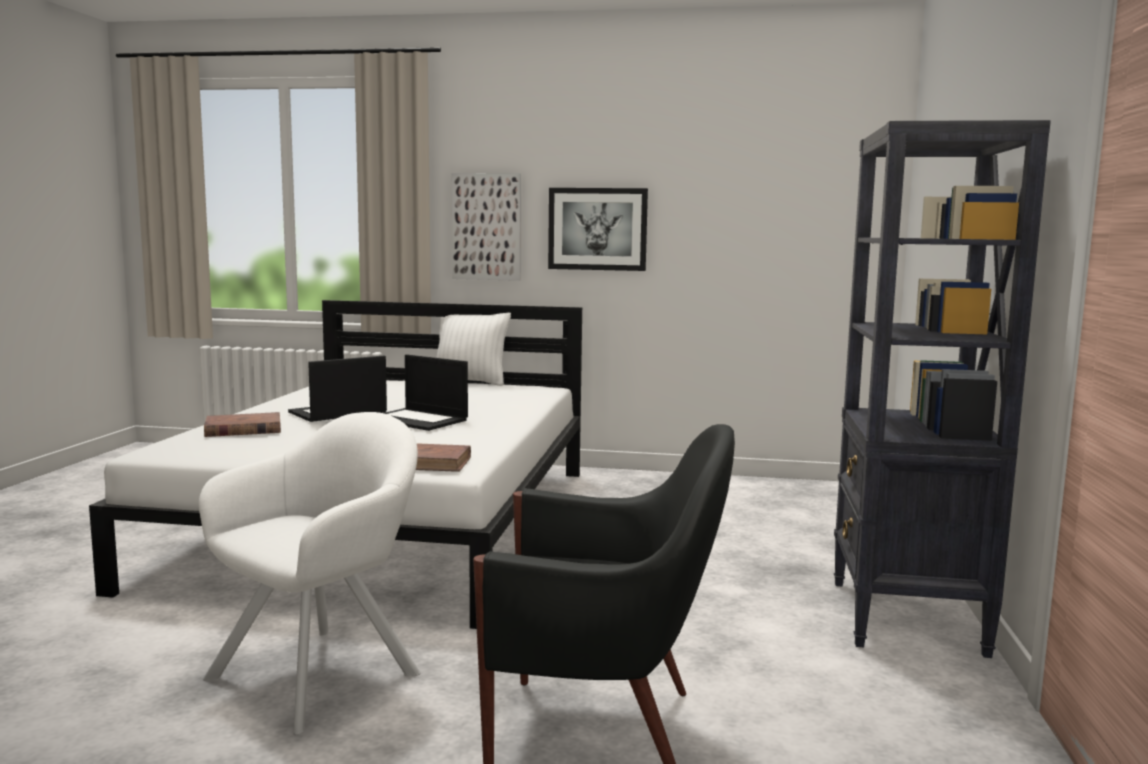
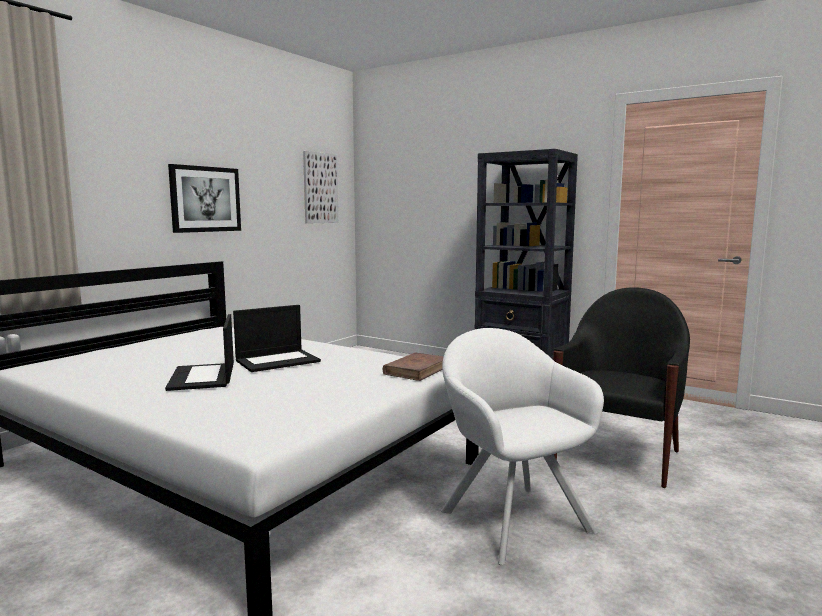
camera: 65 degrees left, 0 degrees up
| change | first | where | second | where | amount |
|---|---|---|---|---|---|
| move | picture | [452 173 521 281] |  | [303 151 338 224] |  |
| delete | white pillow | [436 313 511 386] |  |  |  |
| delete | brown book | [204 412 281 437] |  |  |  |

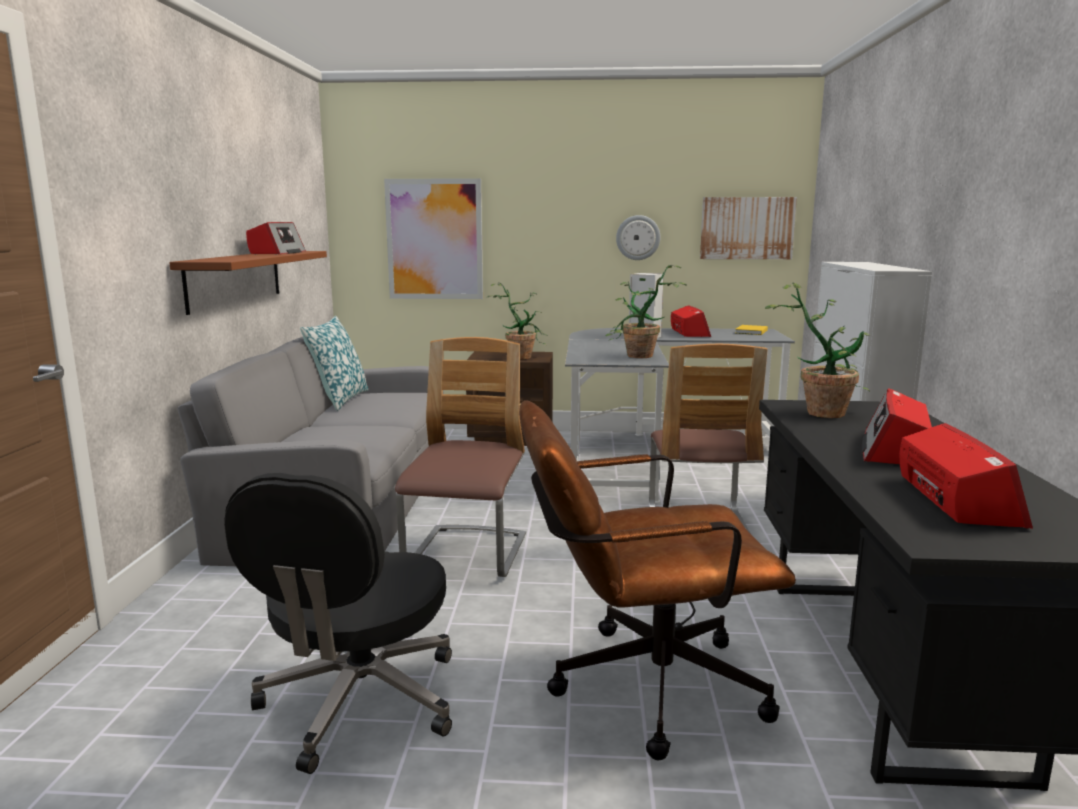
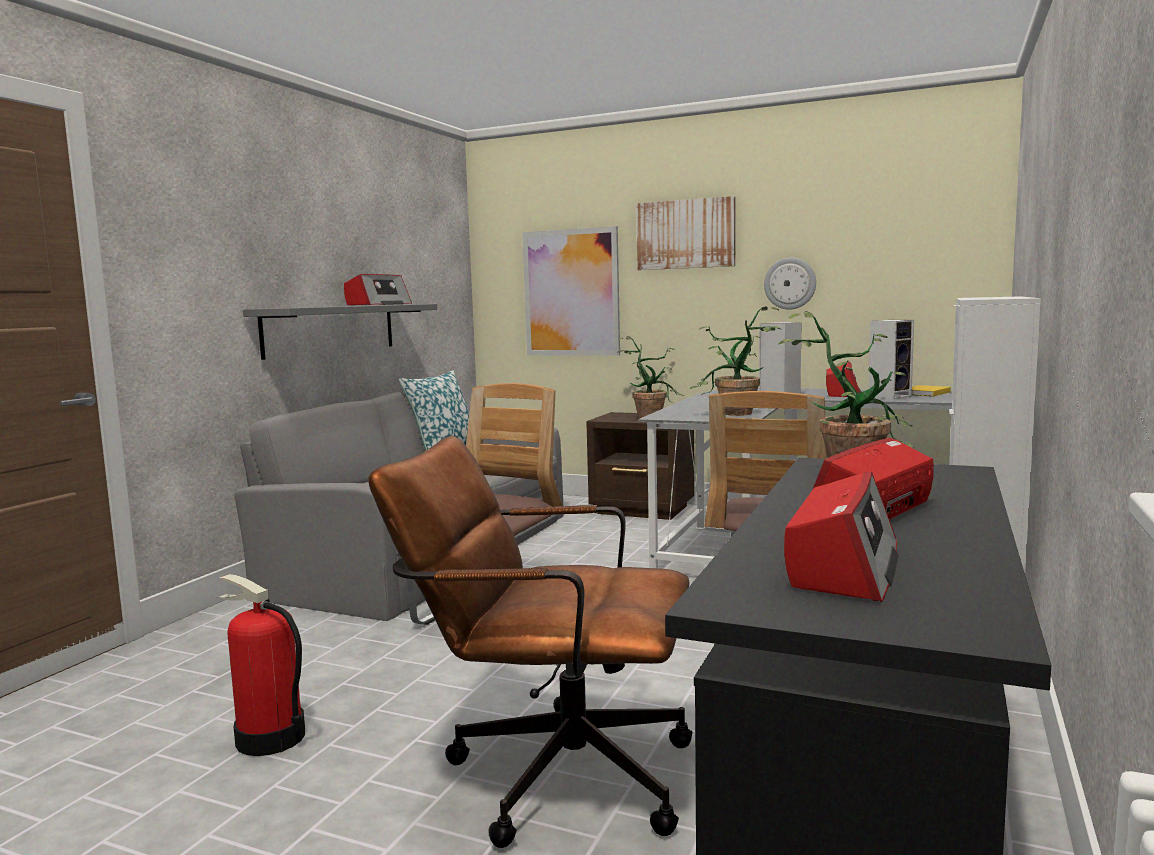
camera: 20 degrees right, 5 degrees down
| change | first | where | second | where | amount |
|---|---|---|---|---|---|
| move | picture | [700 197 797 259] |  | [636 196 735 270] |  |
| recolor | brown shelf | [169 251 327 315] | grey shelf | [243 304 437 360] |  |
| replace | black office chair | [224 473 452 774] | fire extinguisher | [218 574 305 756] |  |
| insert |  |  | speaker | [868 320 914 399] |  |

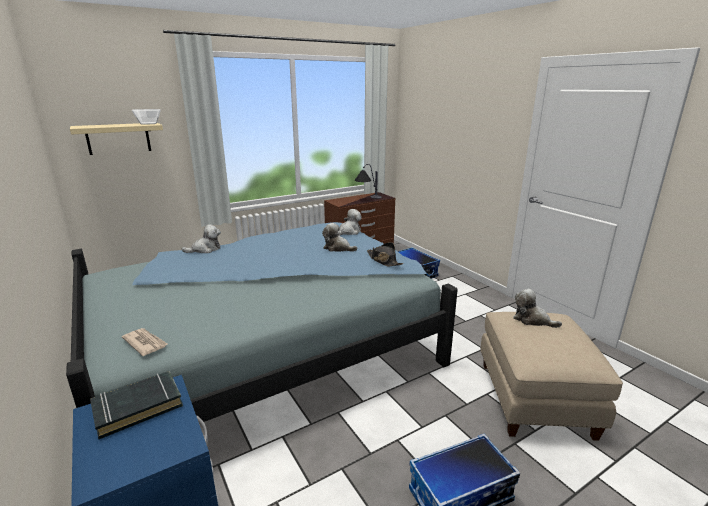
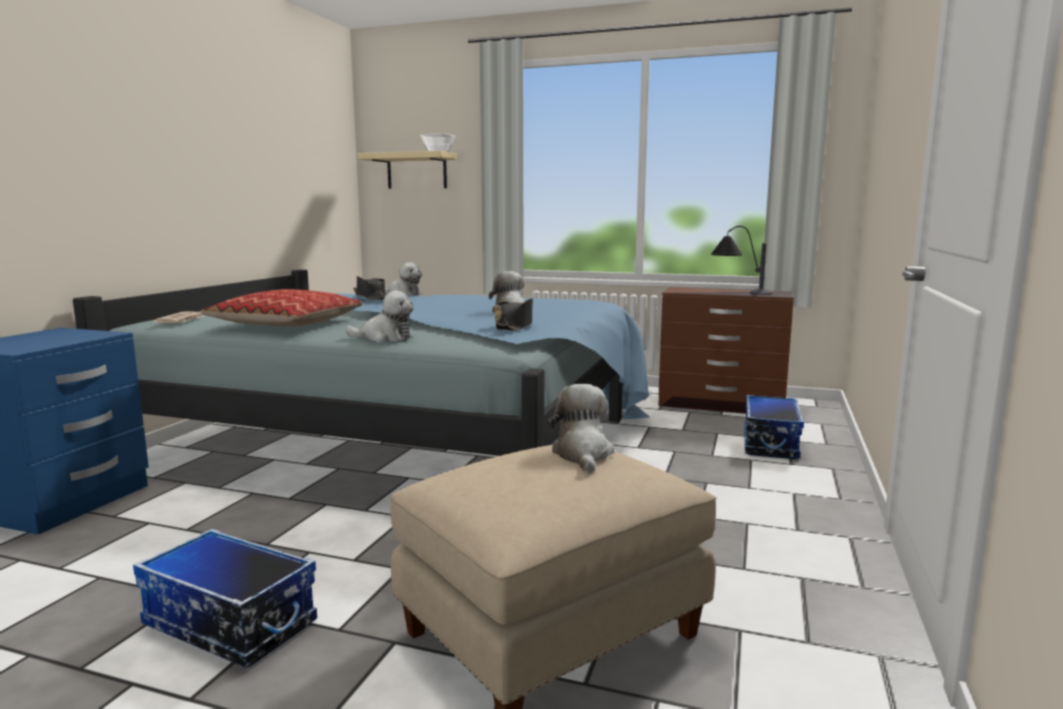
camera: 50 degrees right, 10 degrees down
| change | first | where | second | where | amount |
|---|---|---|---|---|---|
| move | plush toy | [338 209 362 235] |  | [345 291 414 342] |  |
| delete | black book | [90 371 183 439] |  |  |  |
| insert |  |  | black hat | [353 276 386 300] |  |
| insert |  |  | pillow | [201 289 363 327] |  |

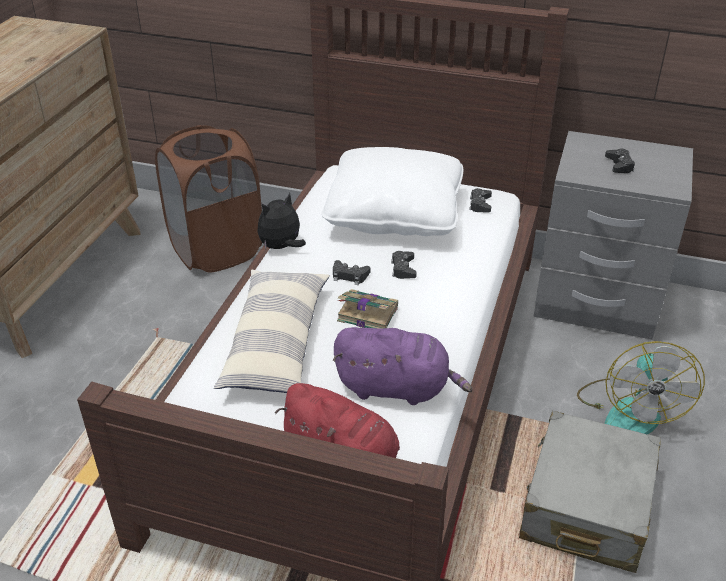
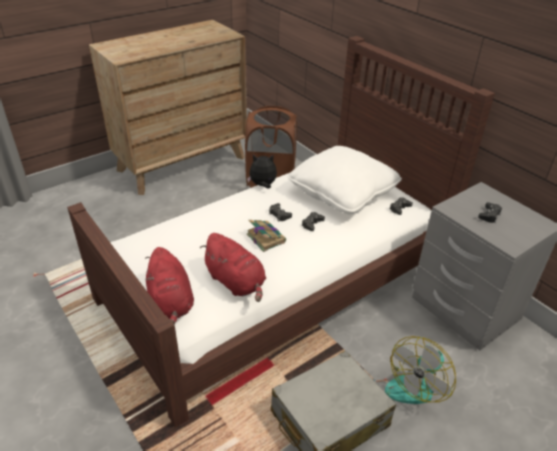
camera: 35 degrees right, 0 degrees up
| change | first | where | second | where | amount |
|---|---|---|---|---|---|
| delete | pillow | [214 270 330 393] |  |  |  |
| recolor | purple plush toy | [333 327 472 405] | red plush toy | [200 233 266 302] |  |

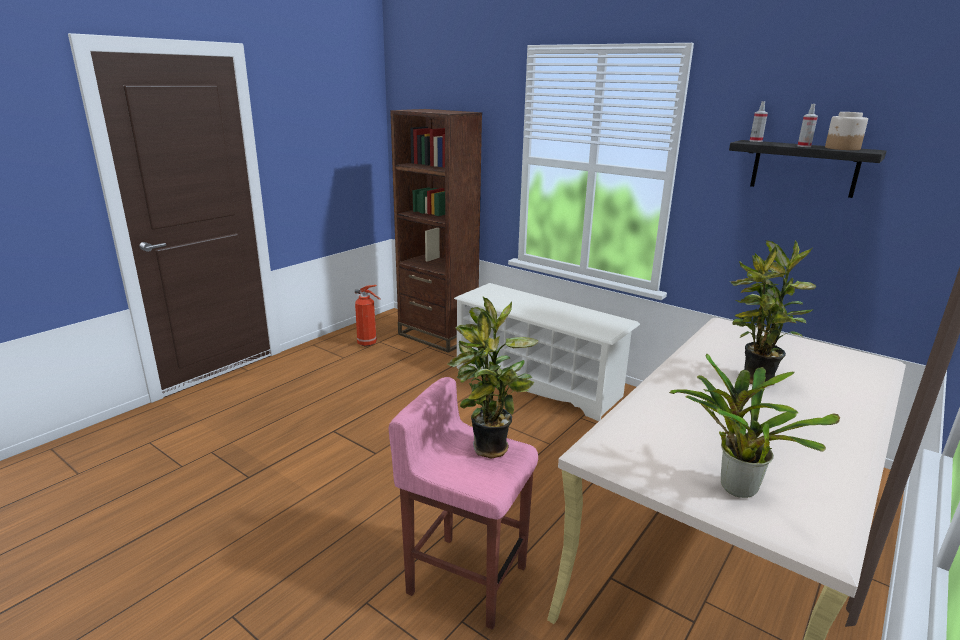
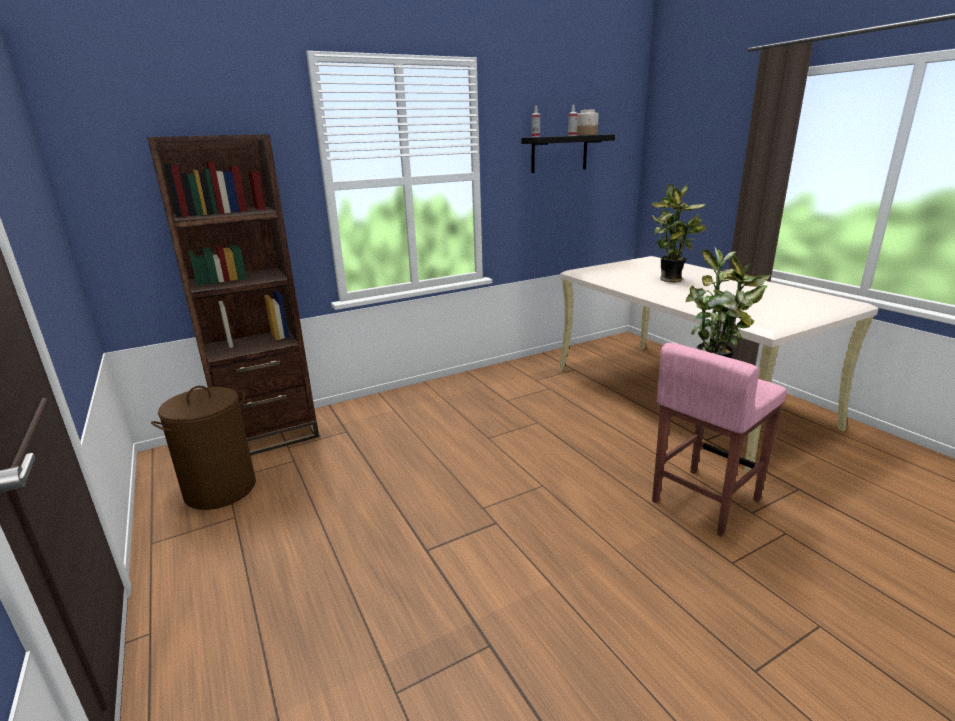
camera: 65 degrees left, 0 degrees up
| change | first | where | second | where | amount |
|---|---|---|---|---|---|
| delete | white shoe rack | [454 283 640 421] |  |  |  |
| replace | fire extinguisher | [355 285 381 346] | brown laundry basket | [151 386 256 510] |  |
| delete | potted plant | [669 354 840 498] |  |  |  |

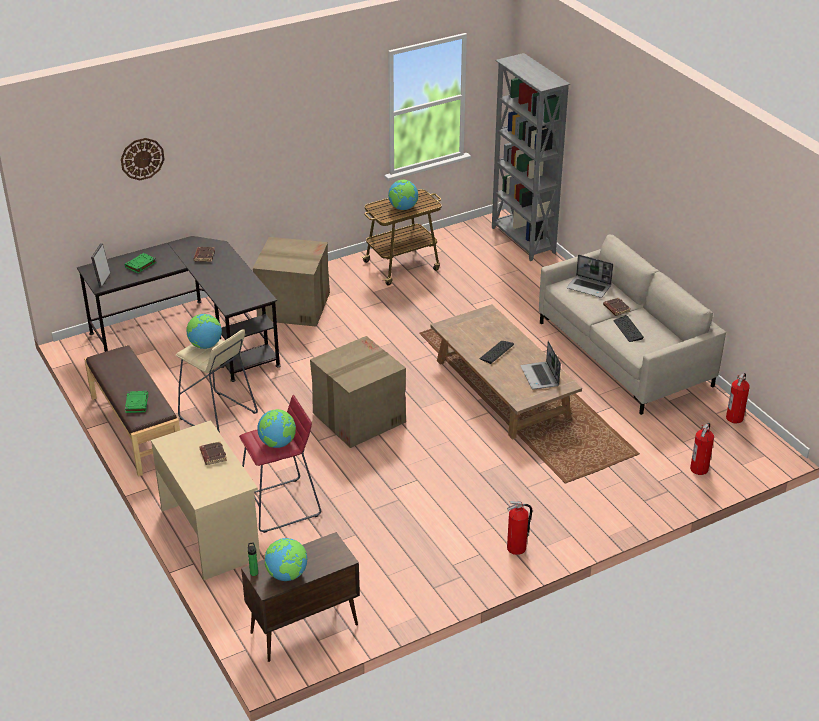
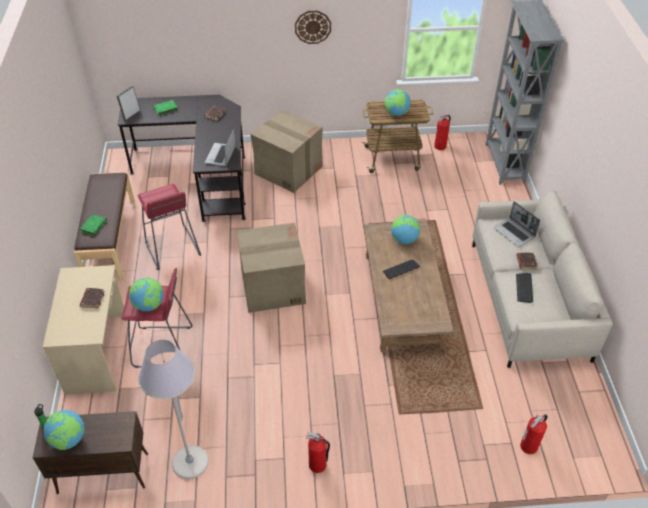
camera: 25 degrees right, 10 degrees up
| change | first | where | second | where | amount |
|---|---|---|---|---|---|
| move | wall clock | [121 138 165 180] |  | [295 11 331 44] |  |
| move | globe | [186 314 222 349] |  | [391 215 420 244] |  |
| recolor | beige stool | [176 330 258 433] | red stool | [138 184 201 270] |  |
| move | laptop | [521 341 561 389] |  | [205 129 236 166] |  |
| move | fire extinguisher | [726 373 750 423] |  | [434 114 451 150] |  |
| insert |  |  | grey floor lamp | [138 339 209 479] |  |

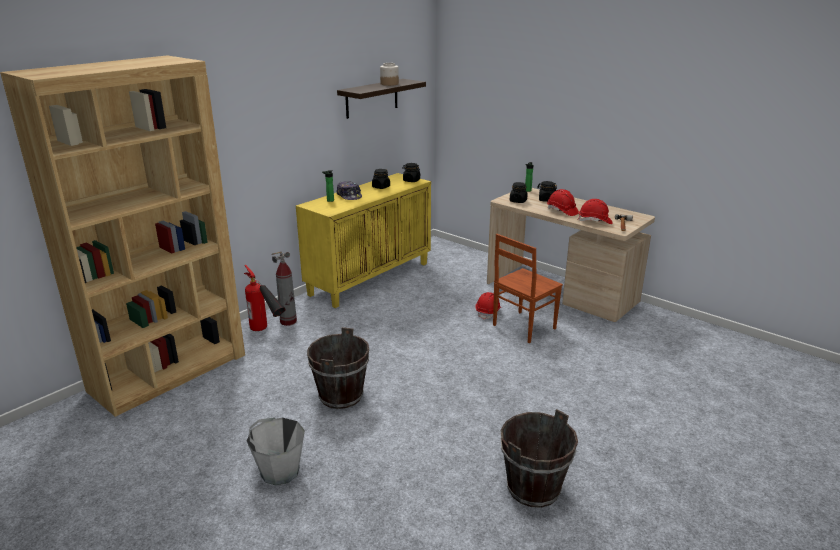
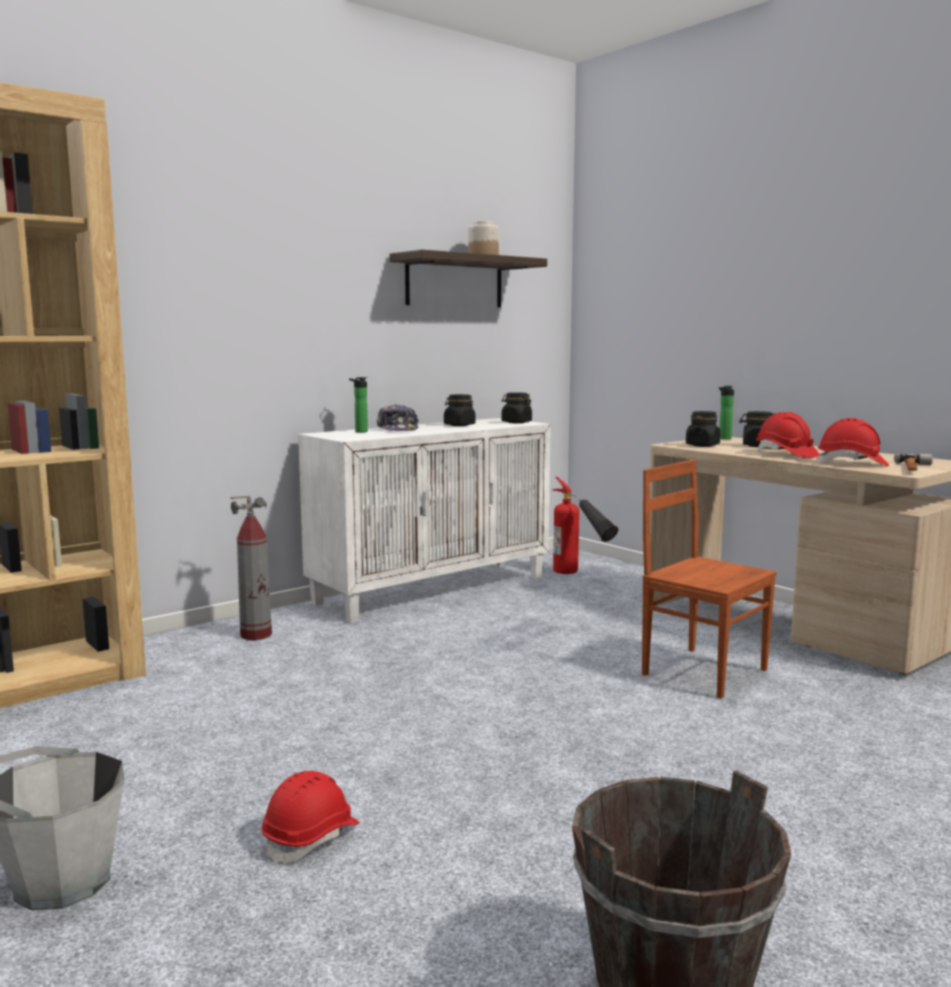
camera: 10 degrees right, 15 degrees down
| change | first | where | second | where | amount |
|---|---|---|---|---|---|
| recolor | yellow cabinet | [296 173 431 308] | white cabinet | [298 418 551 623] |  |
| rotate | brown chair | [493 234 563 343] |  | [642 460 777 699] | 75 degrees clockwise |
| move | fire extinguisher | [244 265 286 331] |  | [552 477 618 574] |  |
| move | red hard hat | [475 292 501 320] |  | [261 771 360 865] |  |
| delete | brown bucket | [307 327 369 409] |  |  |  |

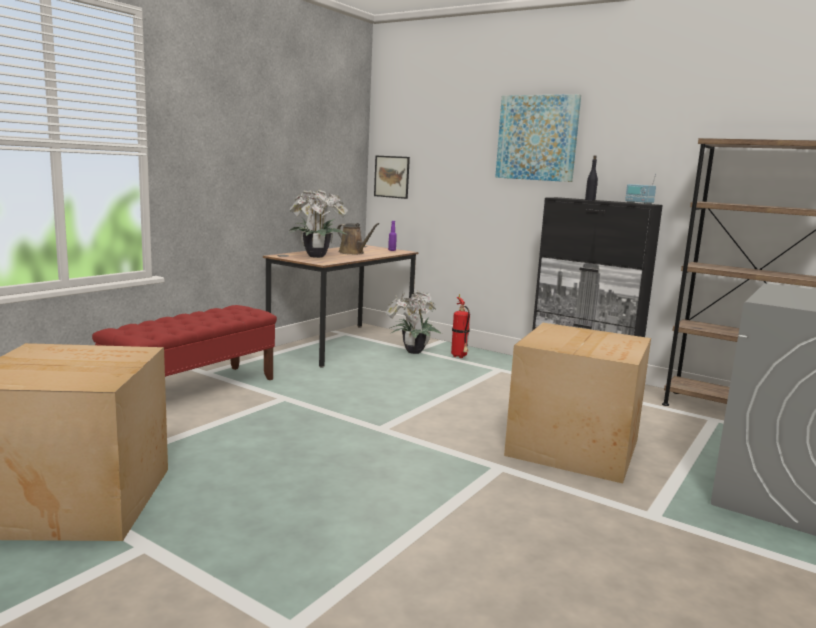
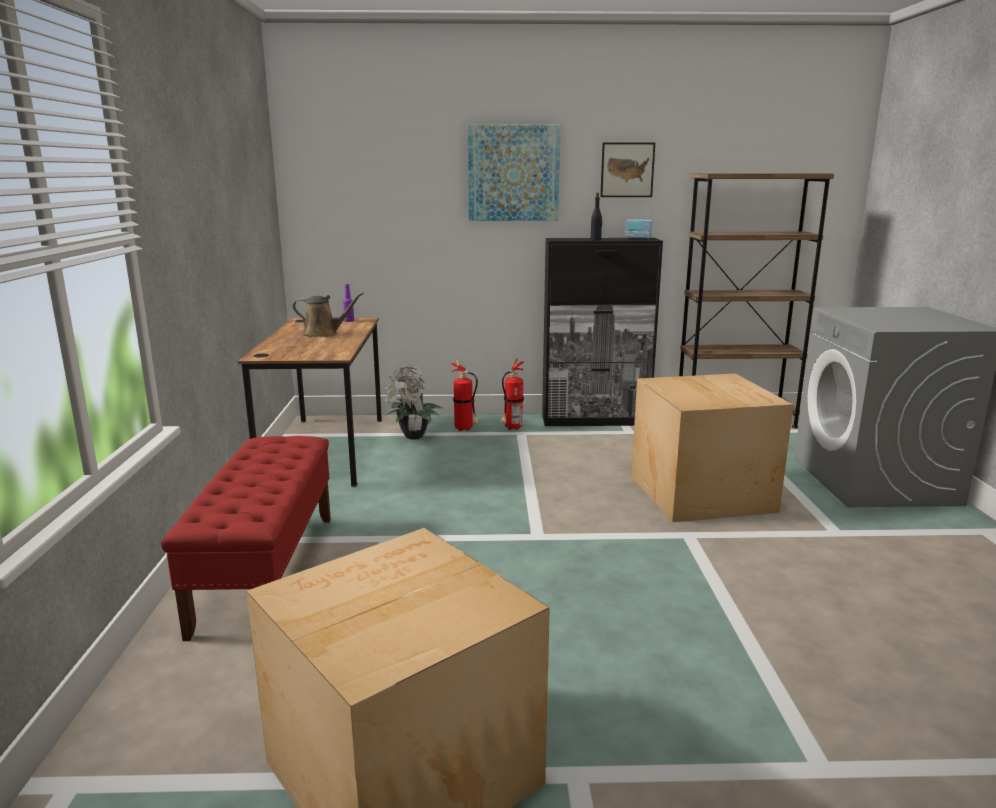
camera: 35 degrees left, 5 degrees up
| change | first | where | second | where | amount |
|---|---|---|---|---|---|
| move | picture | [374 156 410 199] |  | [600 142 655 197] |  |
| delete | potted plant | [288 190 348 258] |  |  |  |
| insert |  |  | fire extinguisher | [500 358 524 430] |  |

